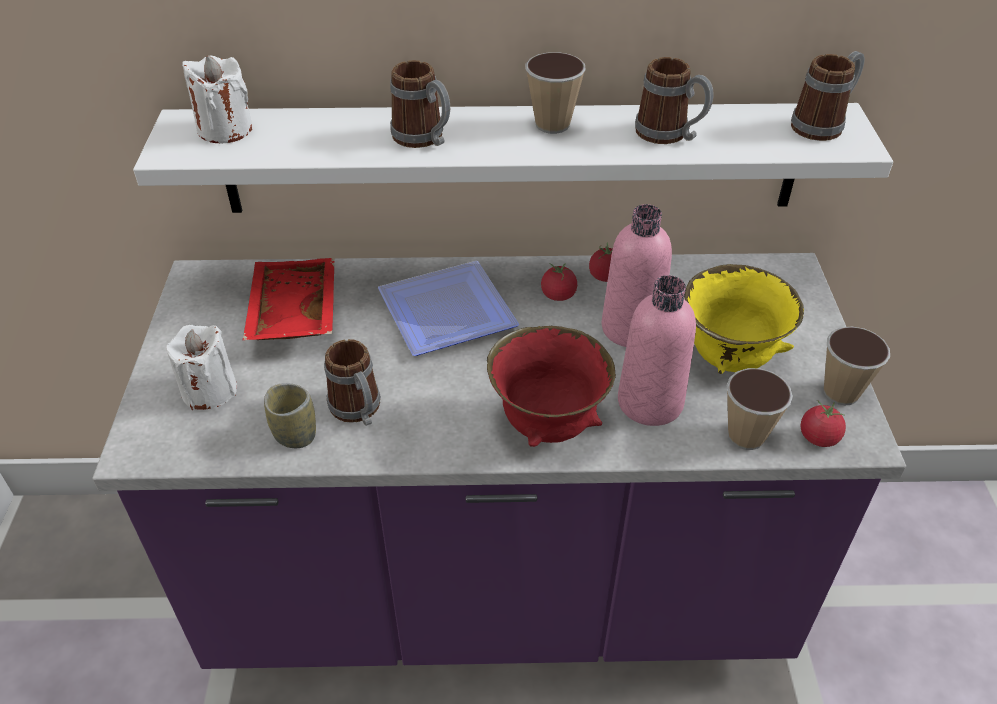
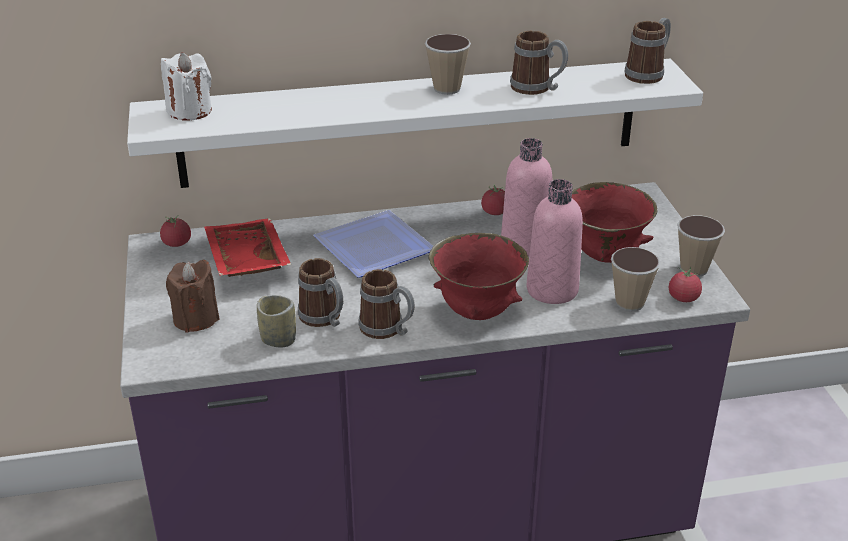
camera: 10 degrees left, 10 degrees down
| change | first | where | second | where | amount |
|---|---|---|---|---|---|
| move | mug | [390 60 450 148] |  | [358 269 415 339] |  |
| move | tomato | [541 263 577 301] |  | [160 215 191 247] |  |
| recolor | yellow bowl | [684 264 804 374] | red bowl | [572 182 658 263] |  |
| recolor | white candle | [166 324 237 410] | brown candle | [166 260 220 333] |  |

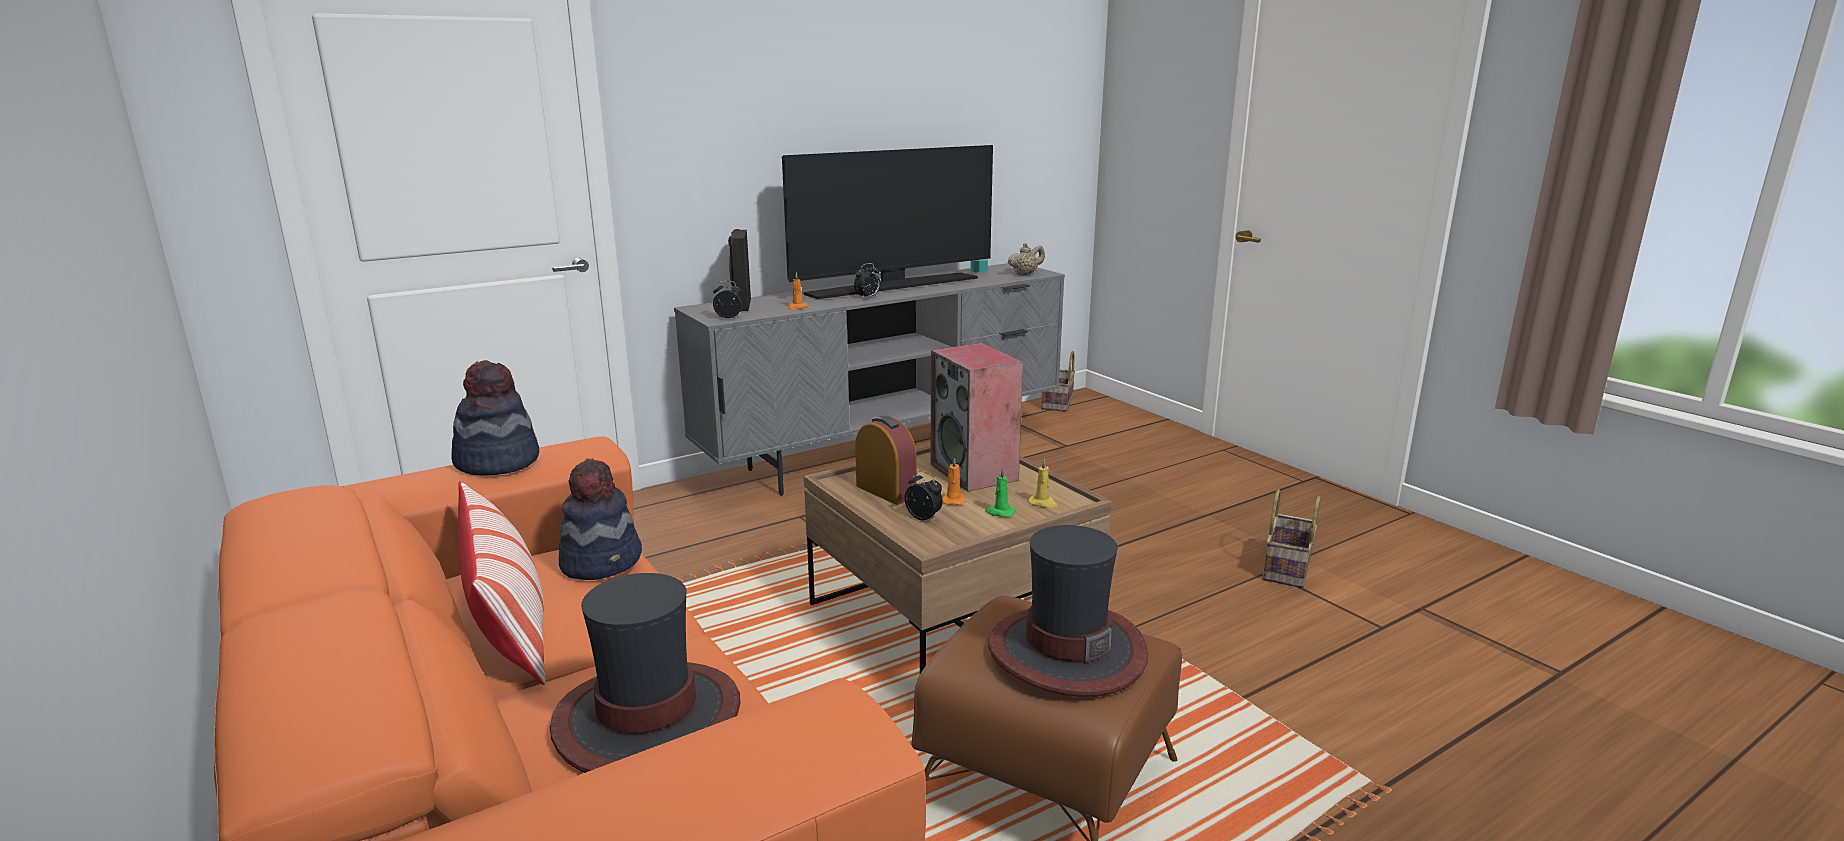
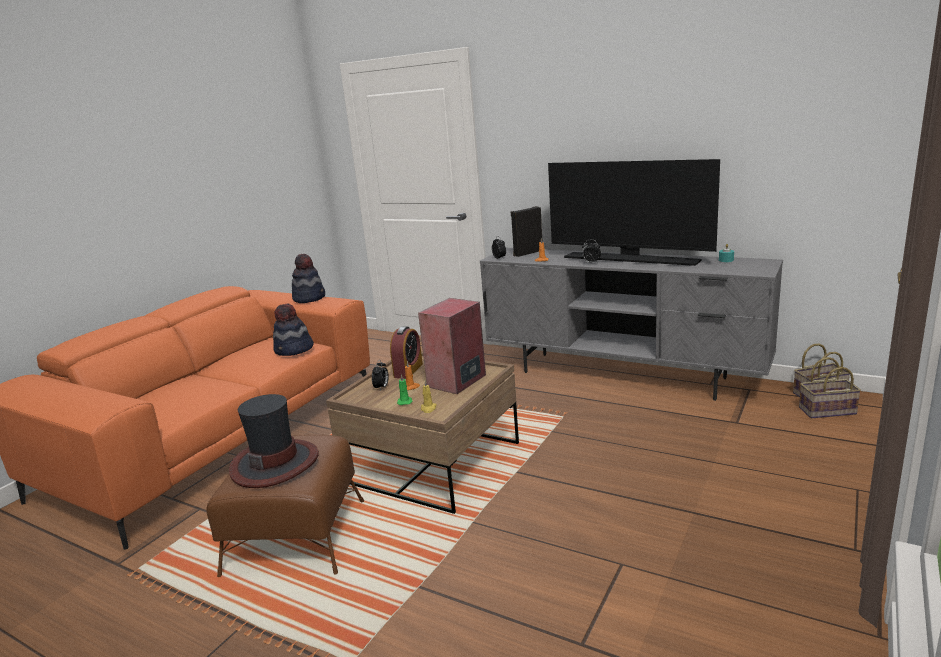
camera: 65 degrees right, 0 degrees up
| change | first | where | second | where | amount |
|---|---|---|---|---|---|
| delete | beige teapot | [1008 243 1045 275] |  |  |  |
| delete | pillow | [458 481 546 685] |  |  |  |
| move | basket | [1263 489 1321 588] |  | [799 357 861 418] |  |
| delete | hat | [550 573 741 773] |  |  |  |

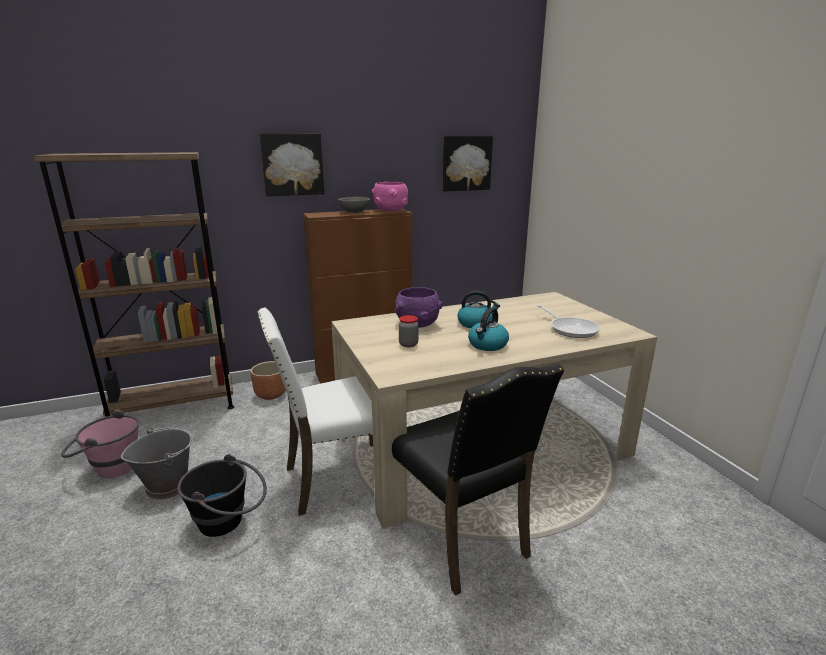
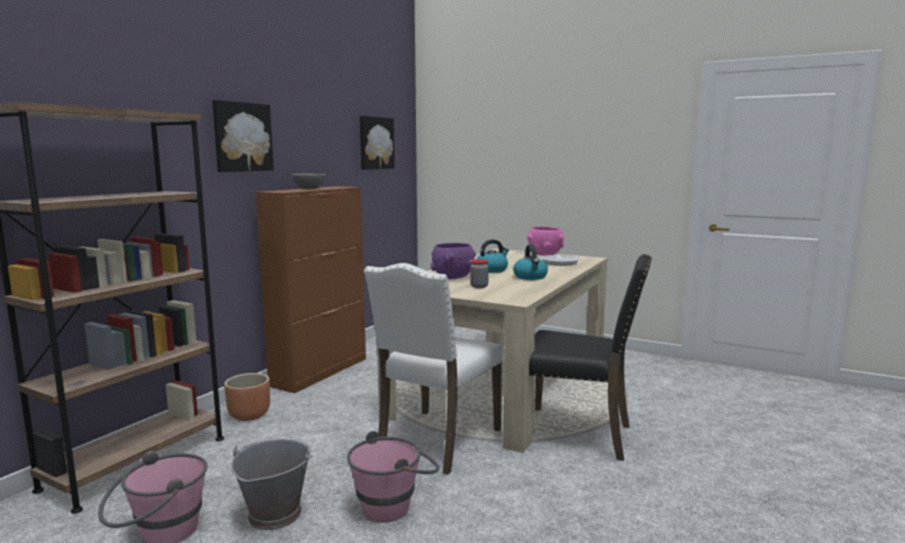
camera: 40 degrees left, 10 degrees down
| change | first | where | second | where | amount |
|---|---|---|---|---|---|
| move | pink bowl | [372 182 408 212] |  | [527 226 565 256] |  |
| recolor | black bucket | [177 454 267 537] | pink bucket | [347 431 439 523] |  |

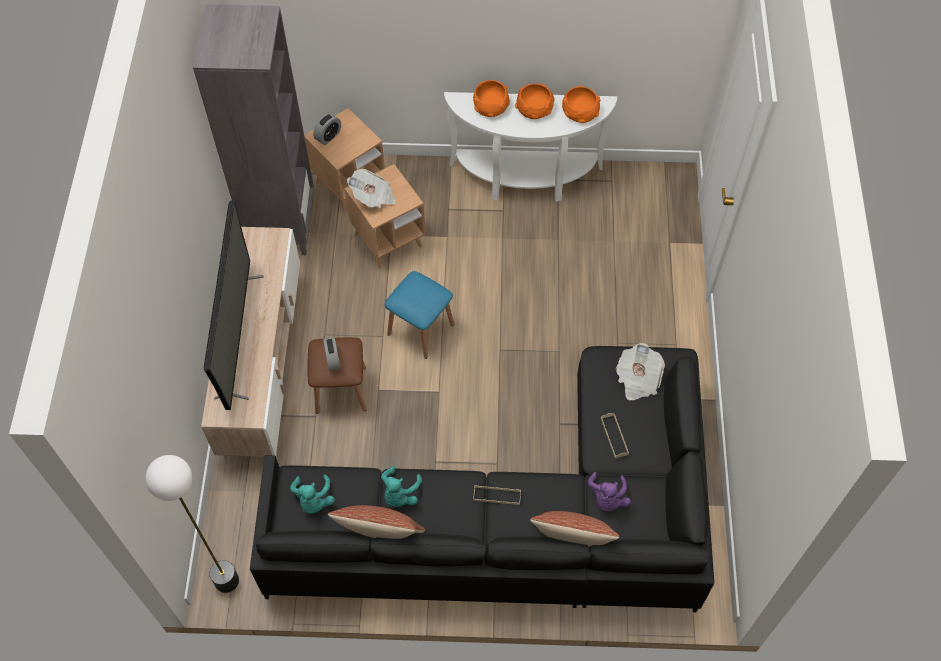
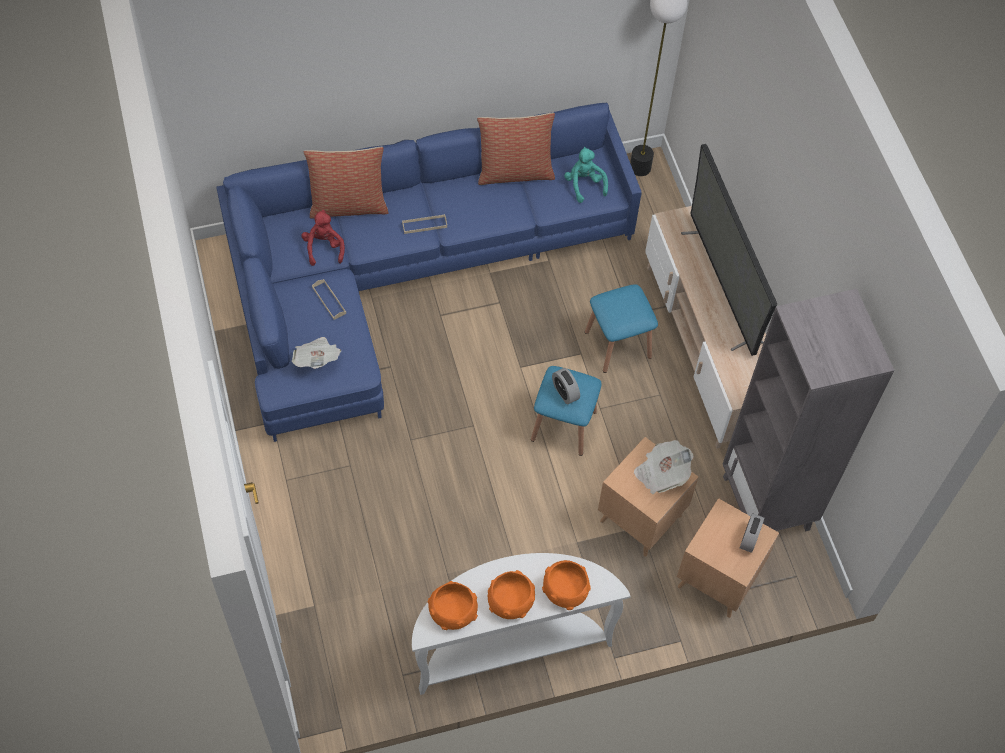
camera: 160 degrees right, 0 degrees up
| change | first | where | second | where | amount |
|---|---|---|---|---|---|
| move | alarm clock | [323 336 341 371] |  | [552 368 580 404] |  |
| recolor | brown stool | [307 337 367 414] | blue stool | [585 284 658 373] |  |
| recolor | black sofa | [250 346 714 612] | blue sofa | [216 103 642 442] |  |
| delete | turquoise plush toy | [381 466 422 507] |  |  |  |
| recolor | purple plush toy | [588 472 631 512] | red plush toy | [301 210 345 266] |  |

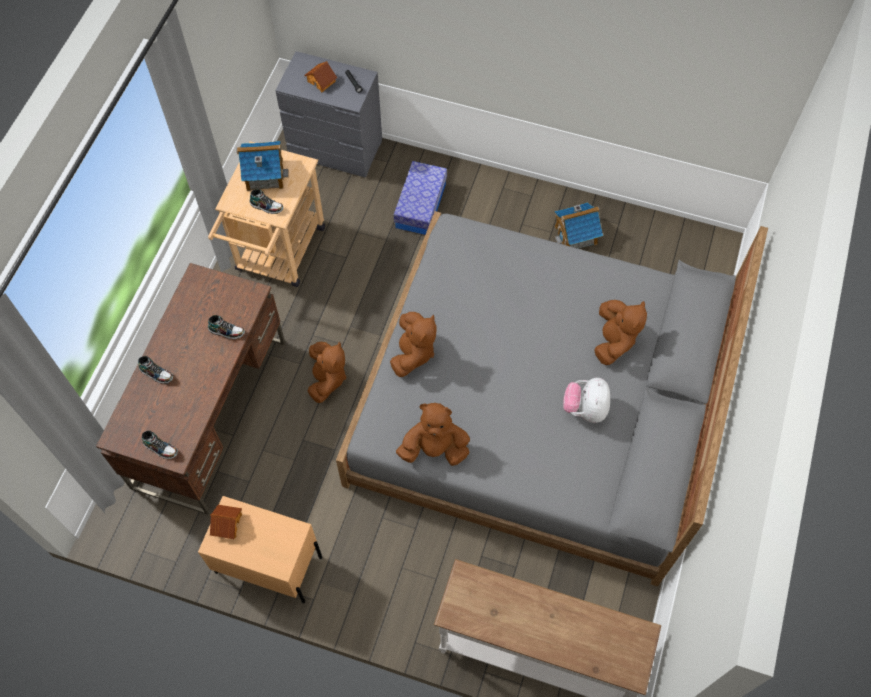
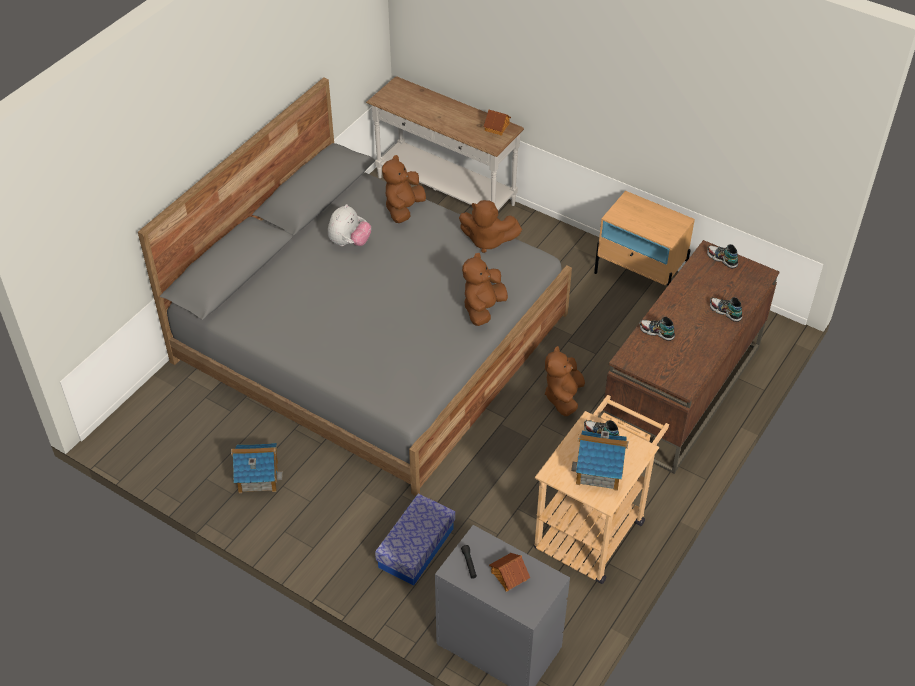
camera: 165 degrees left, 15 degrees down
| change | first | where | second | where | amount |
|---|---|---|---|---|---|
| move | brown plush toy | [594 300 647 365] |  | [382 155 426 223] |  |
| move | toy house | [210 505 242 539] |  | [484 109 511 136] |  |

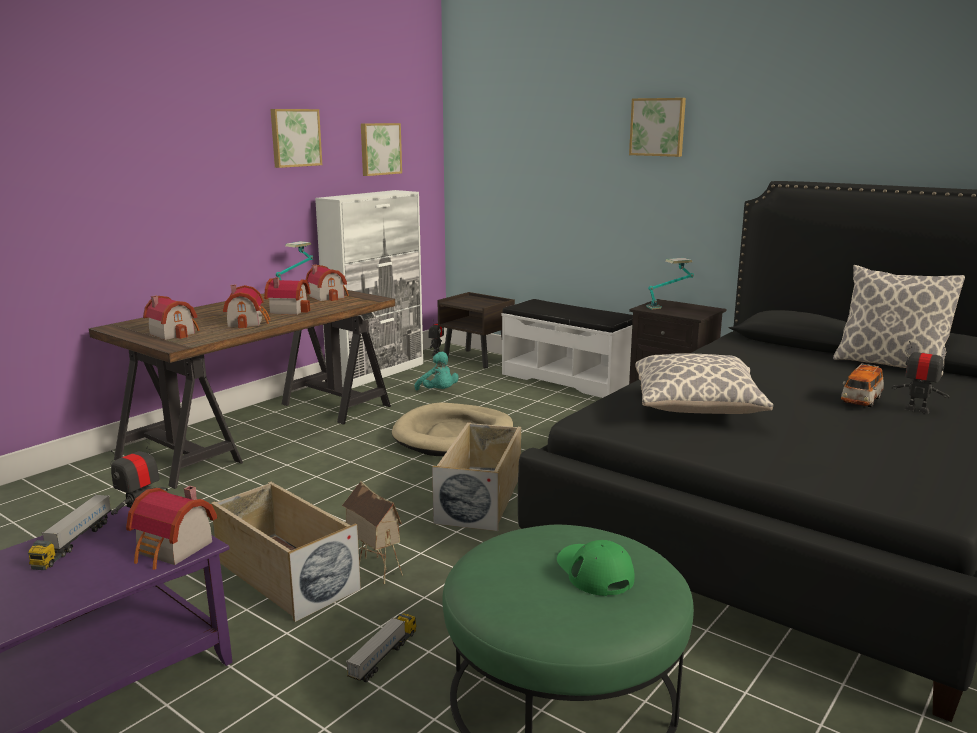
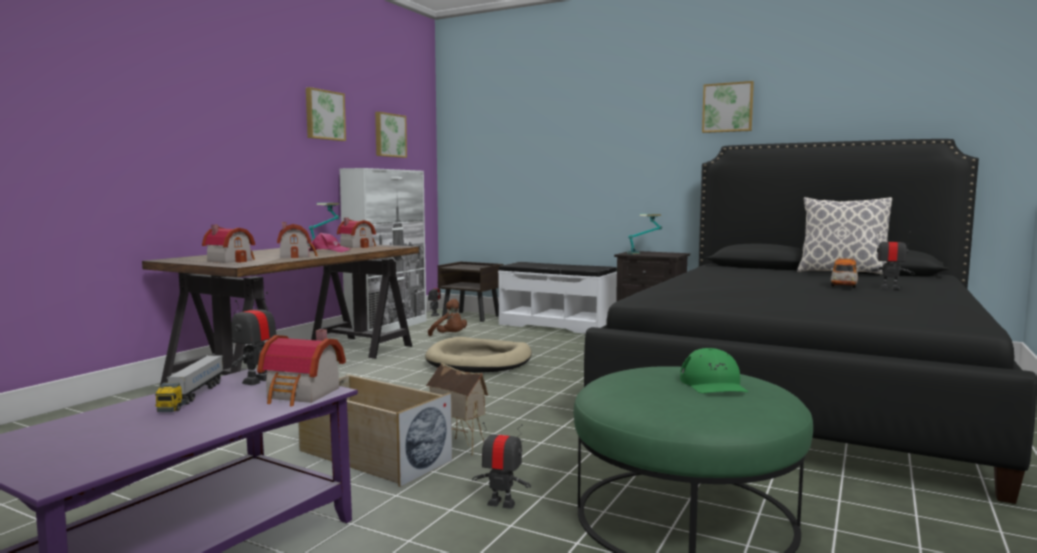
camera: 10 degrees left, 10 degrees down
| change | first | where | second | where | amount |
|---|---|---|---|---|---|
| move | picture | [629 98 686 157] |  | [702 81 754 133] |  |
| replace | toy house | [264 277 311 315] | pink cap | [309 233 350 252] |  |
| recolor | turquoise plush toy | [414 352 459 390] | brown plush toy | [428 299 467 336] |  |
| delete | pillow | [635 353 773 414] |  |  |  |
| delete | beige storage box | [432 422 521 531] |  |  |  |
| rotate | green cap | [557 540 634 596] |  | [680 348 748 393] | 150 degrees counterclockwise |
| replace | toy truck | [346 614 417 683] | toy robot | [472 422 531 509] |  |

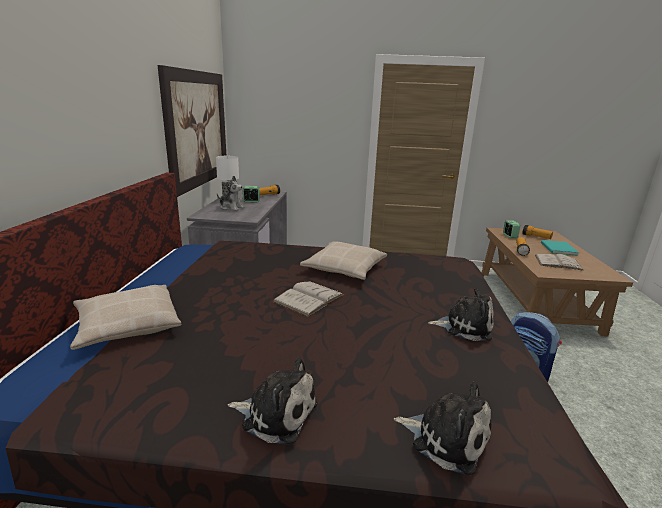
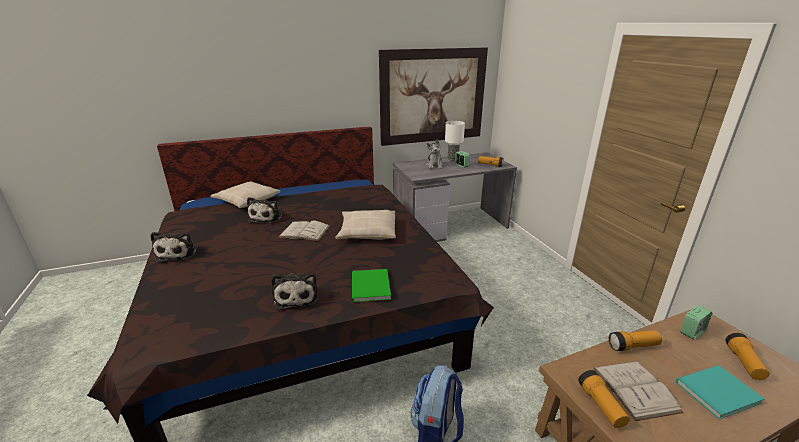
camera: 65 degrees right, 5 degrees up
| change | first | where | second | where | amount |
|---|---|---|---|---|---|
| move | plush toy | [394 382 491 475] |  | [247 197 282 224] |  |
| insert |  |  | green book | [352 269 391 302] |  |
| insert |  |  | flashlight | [578 370 630 428] |  |

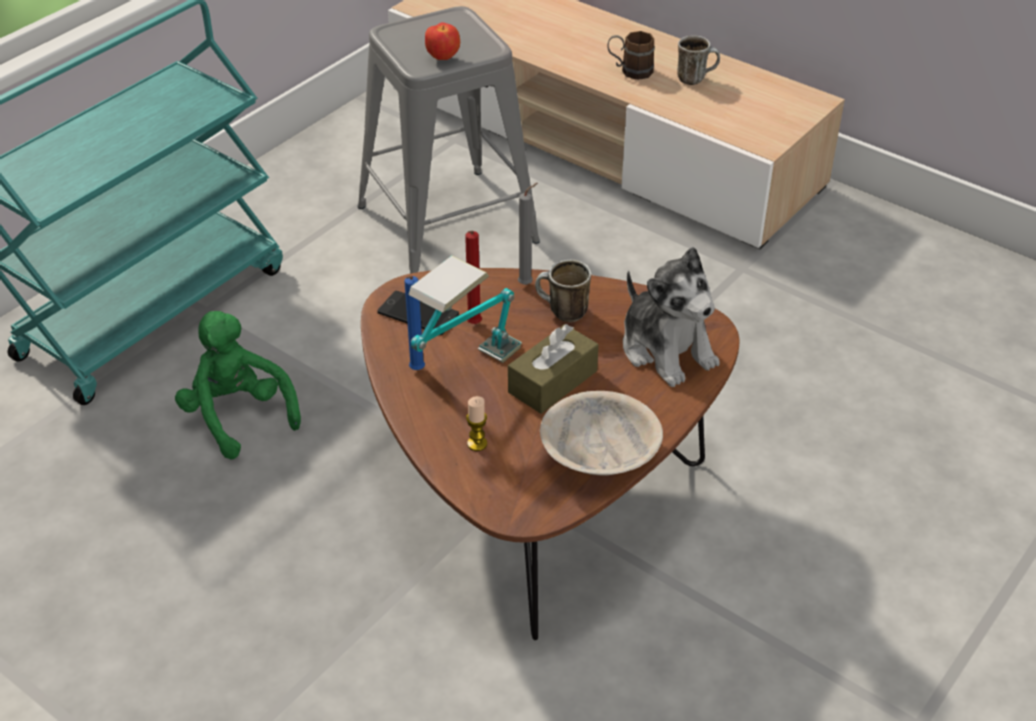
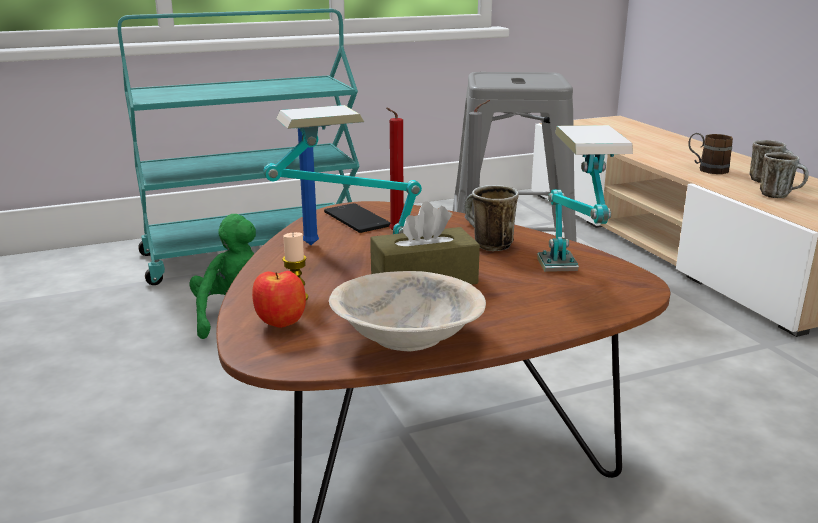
camera: 30 degrees right, 20 degrees down
| change | first | where | second | where | amount |
|---|---|---|---|---|---|
| move | apple | [425 22 460 60] |  | [252 271 306 328] |  |
| replace | plush toy | [623 247 720 387] | table lamp | [537 125 633 272] |  |
| insert |  |  | mug | [760 152 809 198] |  |

